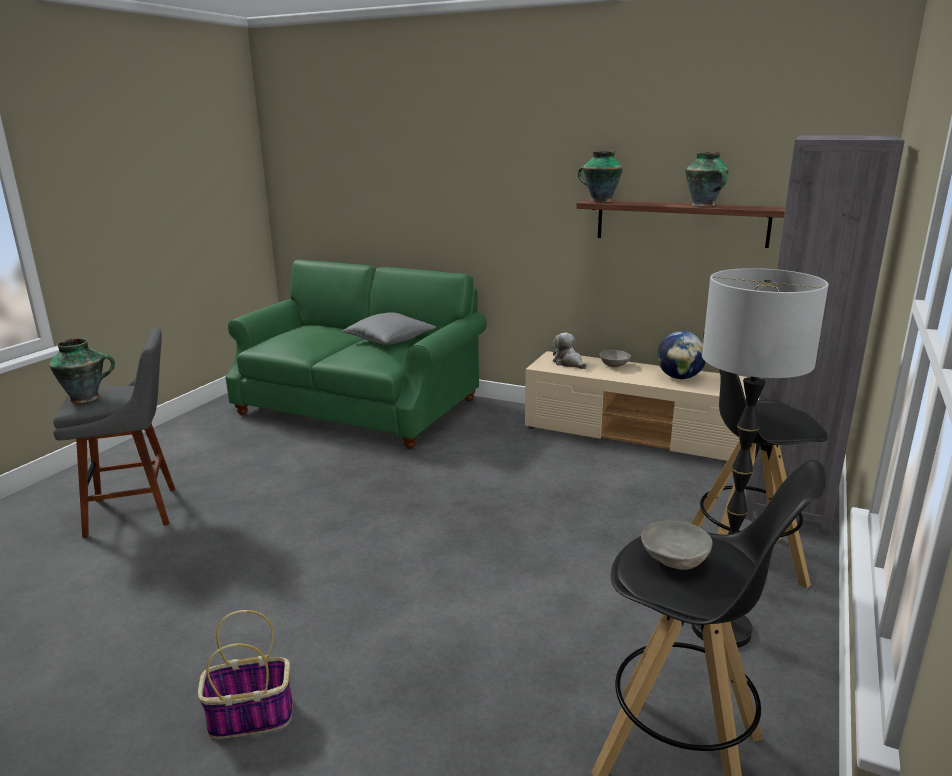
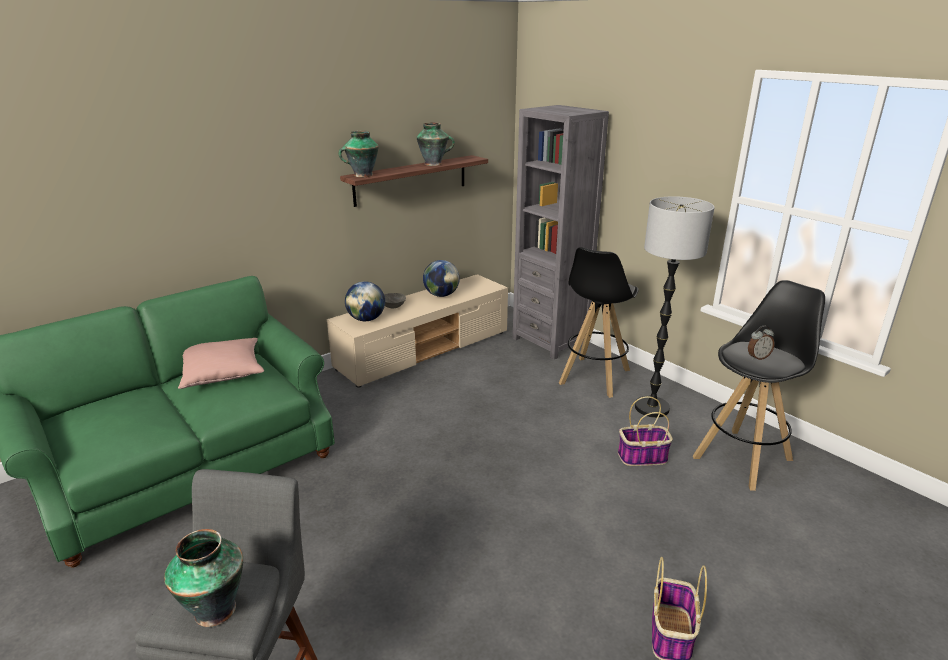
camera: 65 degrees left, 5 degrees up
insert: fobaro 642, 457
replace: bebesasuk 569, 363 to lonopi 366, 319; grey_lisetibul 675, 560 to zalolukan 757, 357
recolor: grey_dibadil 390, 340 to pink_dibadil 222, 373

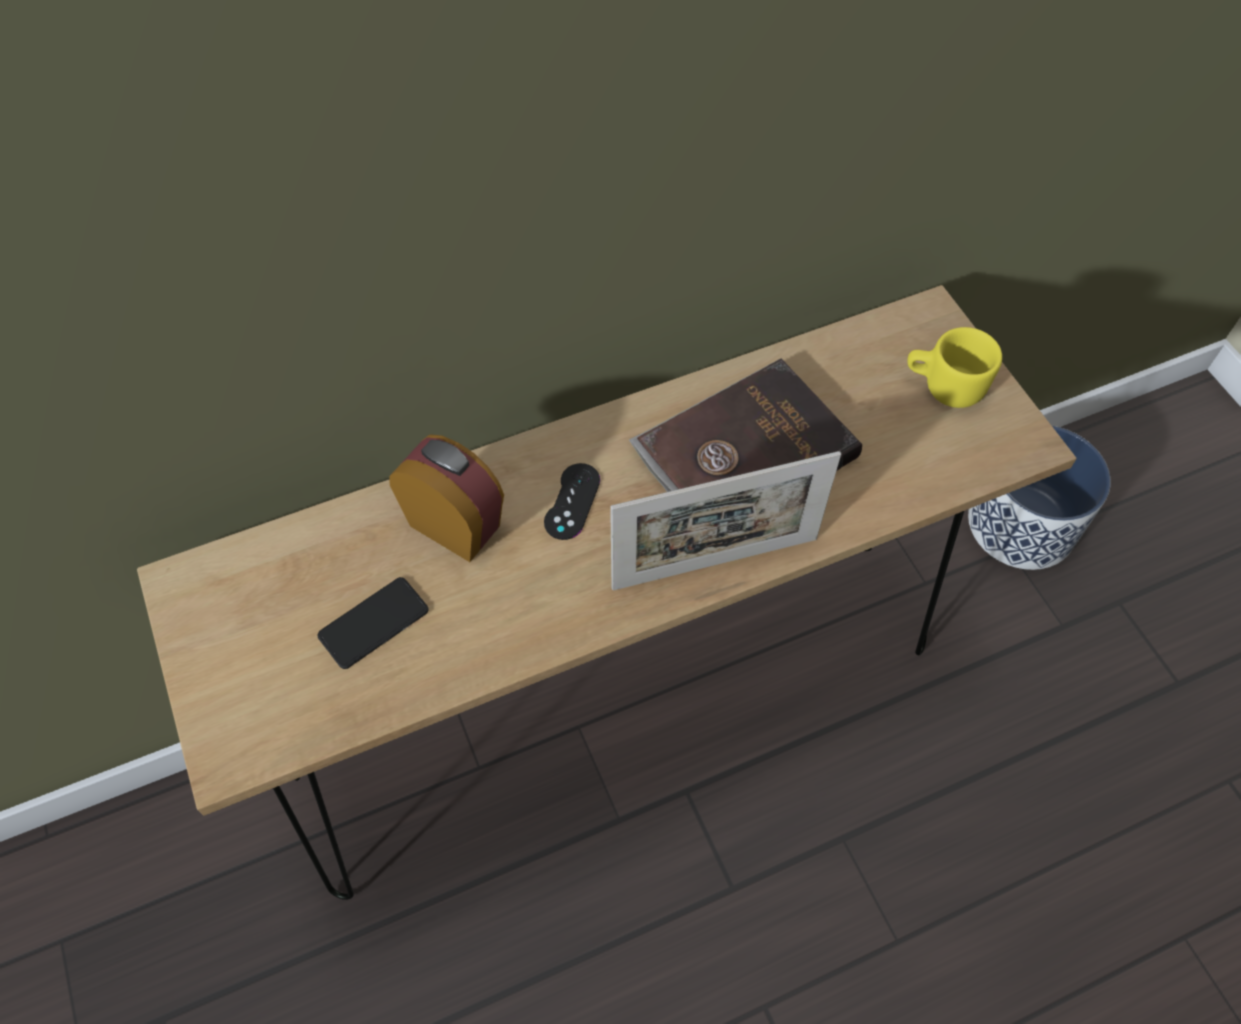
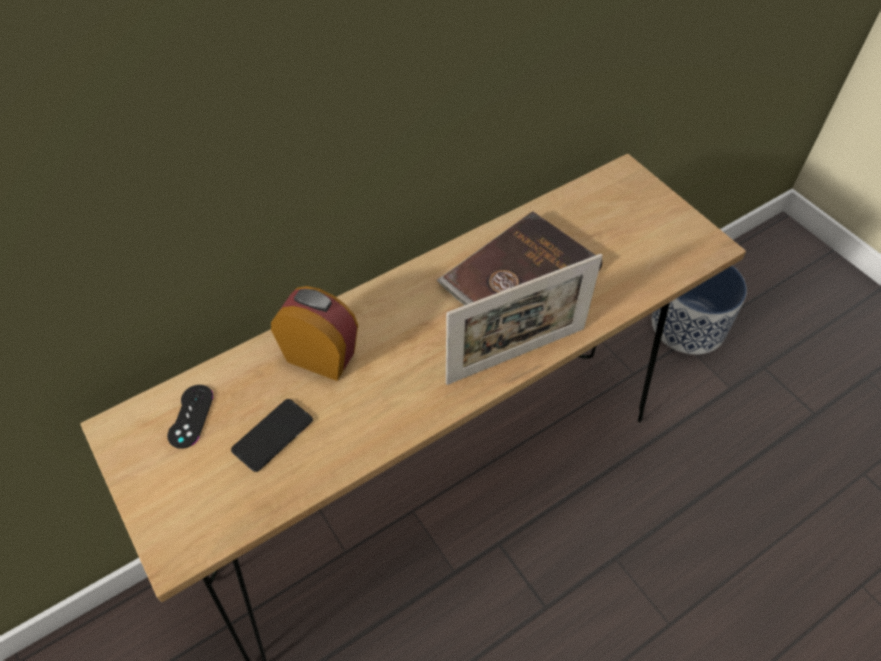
camera: 10 degrees left, 5 degrees down
delete: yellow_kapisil 943, 386
move: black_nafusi 572, 501 to 191, 416

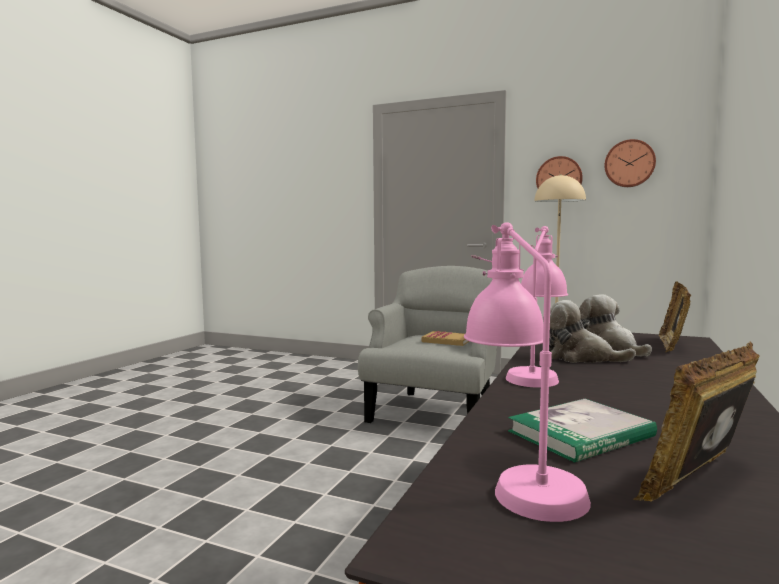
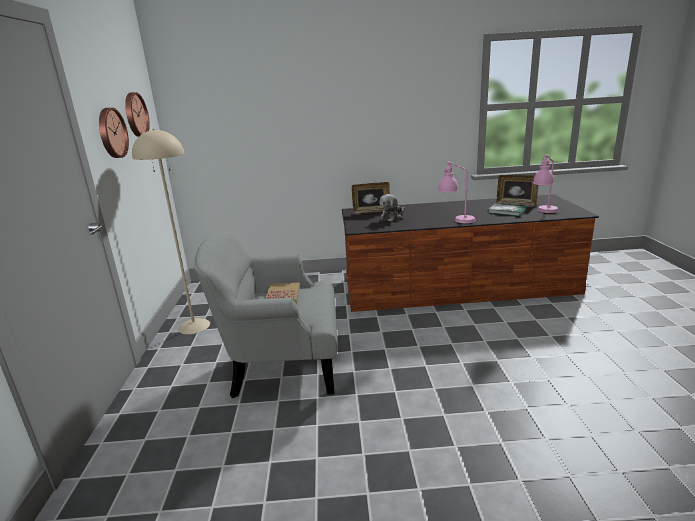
camera: 115 degrees left, 15 degrees up
delete: bebesasuk 580, 358

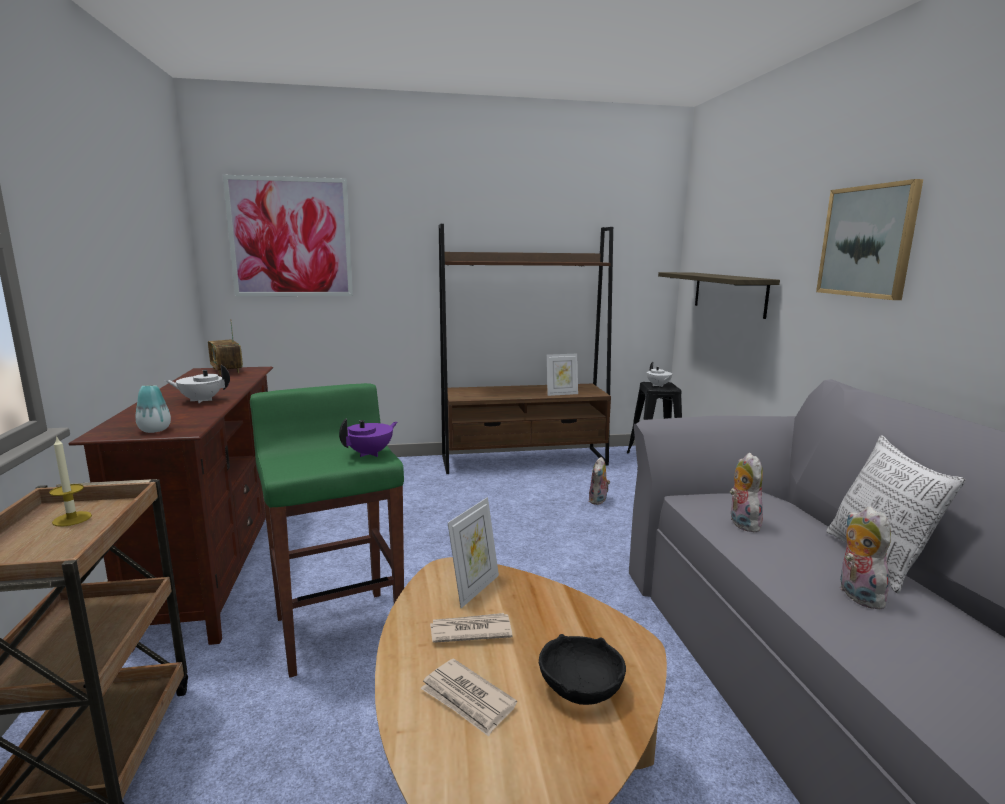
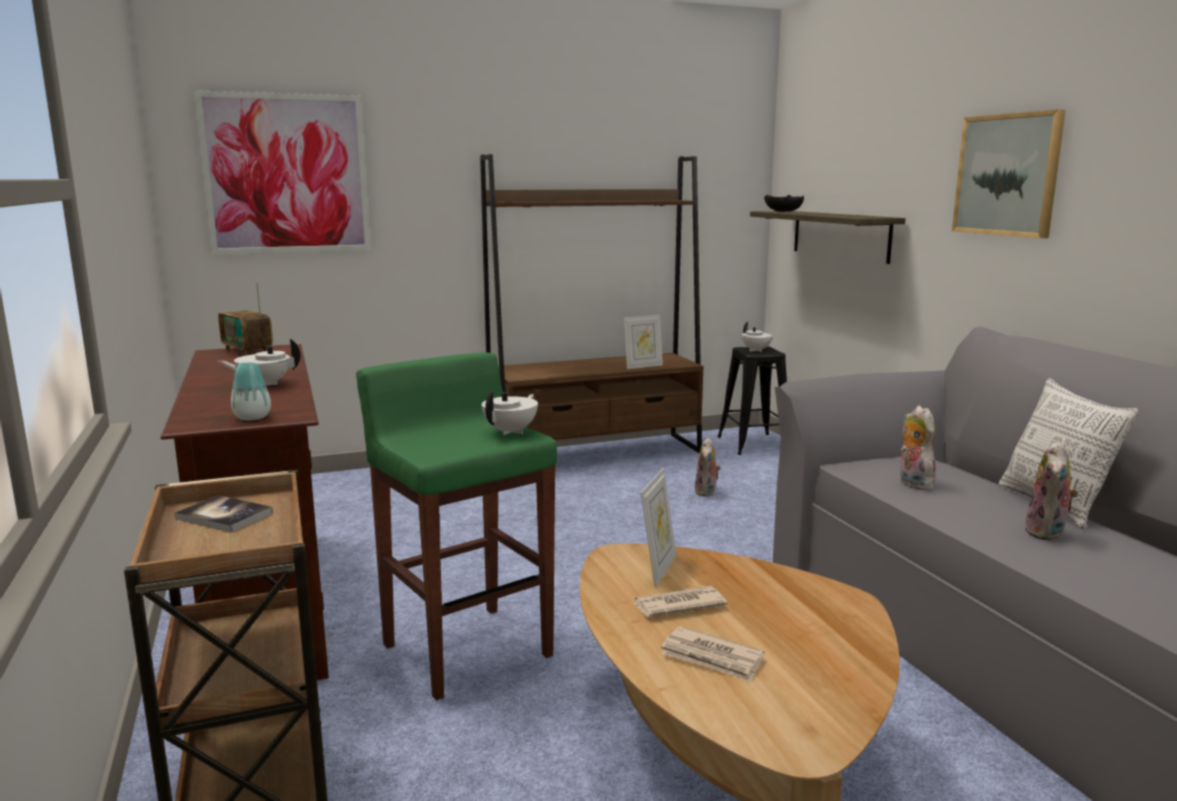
camera: 10 degrees left, 0 degrees up
move: black_lisetibul 581, 688 to 783, 211
replace: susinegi 72, 519 to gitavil 224, 516
recolor: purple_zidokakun 370, 453 to white_zidokakun 511, 431
rotate: bebesasuk 856, 595 = 1047, 533 135 degrees counterclockwise

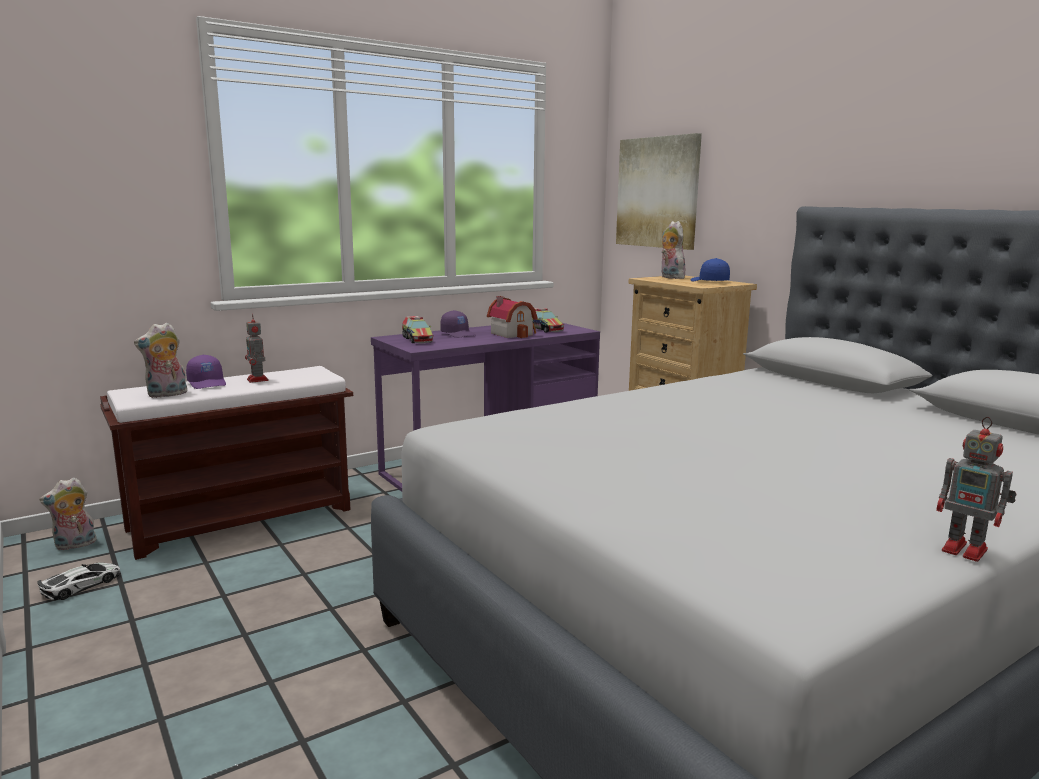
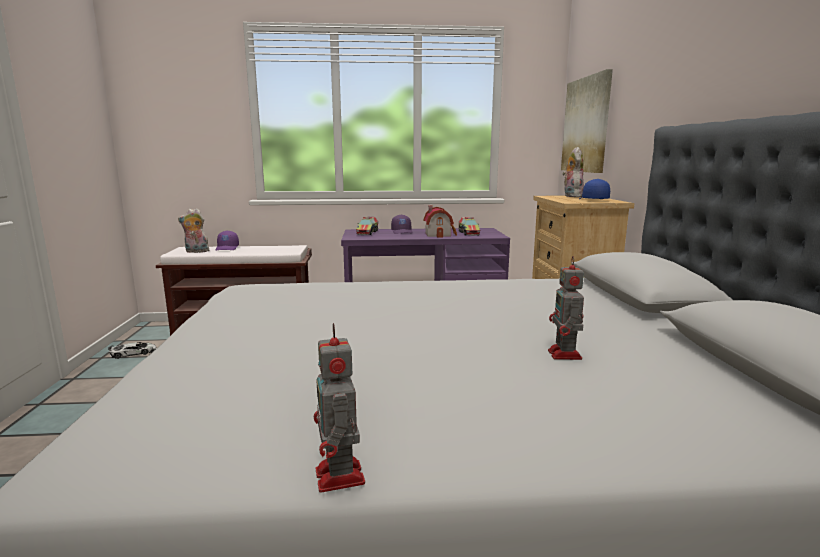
camera: 30 degrees right, 0 degrees up
delete: bebesasuk 74, 545
move: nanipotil 258, 380 to 565, 355

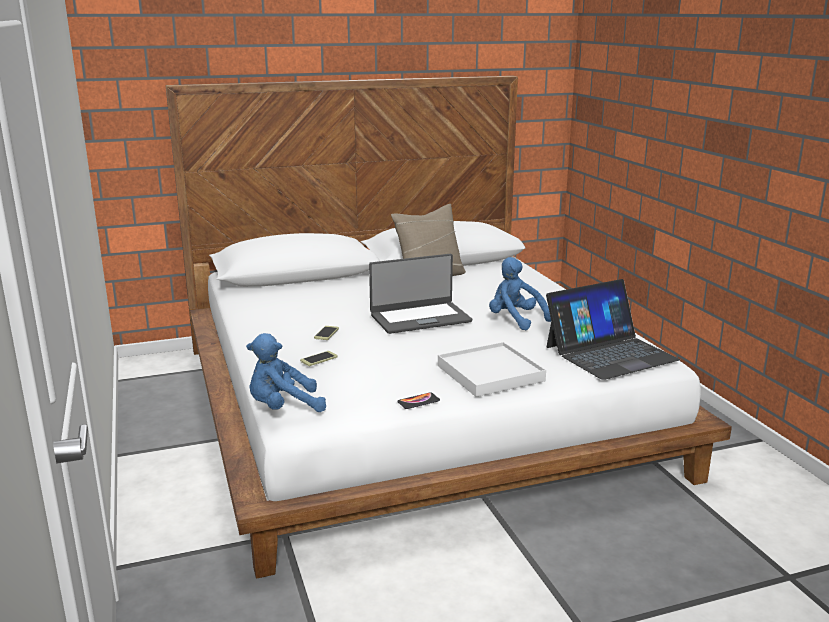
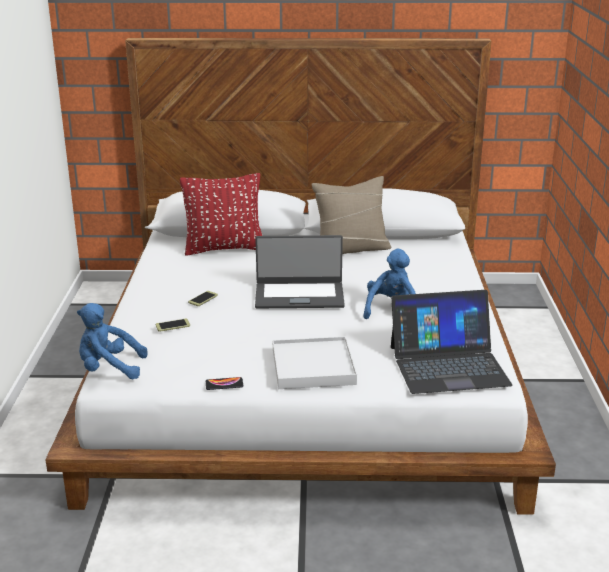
camera: 20 degrees right, 5 degrees up
insert: red_dibadil 224, 248
rotate: blue_bebesasuk 515, 320 = 391, 311 45 degrees clockwise

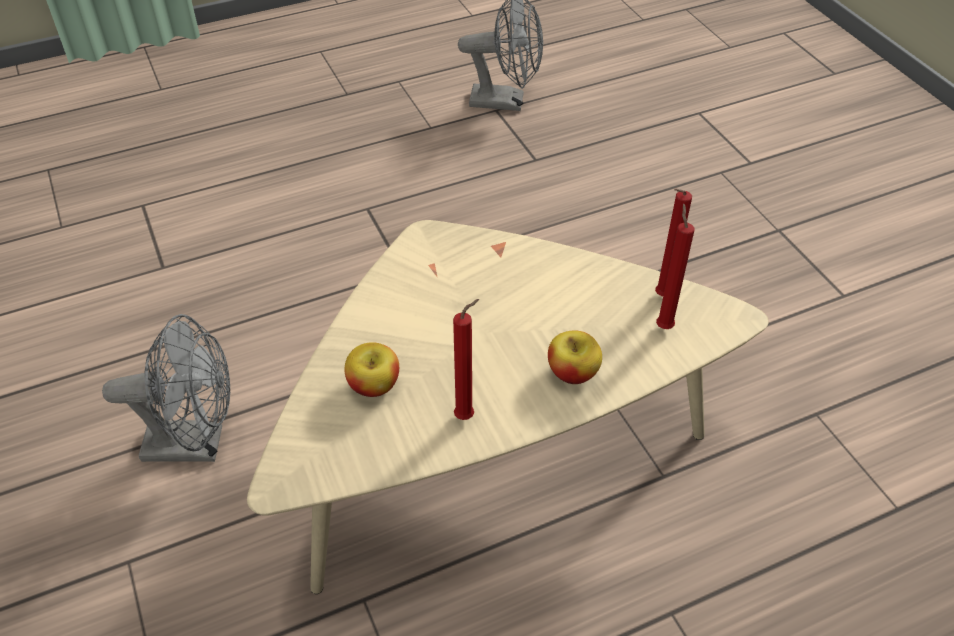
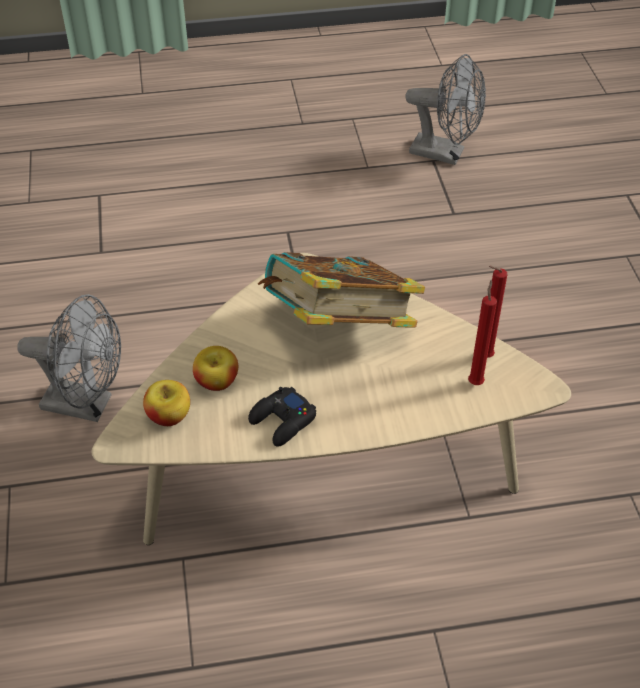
camera: 15 degrees right, 0 degrees up
insert: gitavil 338, 328
move: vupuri 572, 372 to 169, 416
replace: red_susinegi 467, 415 to black_nafusi 282, 421

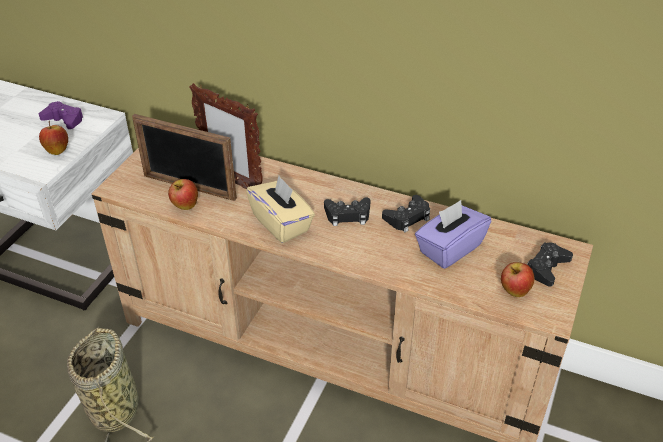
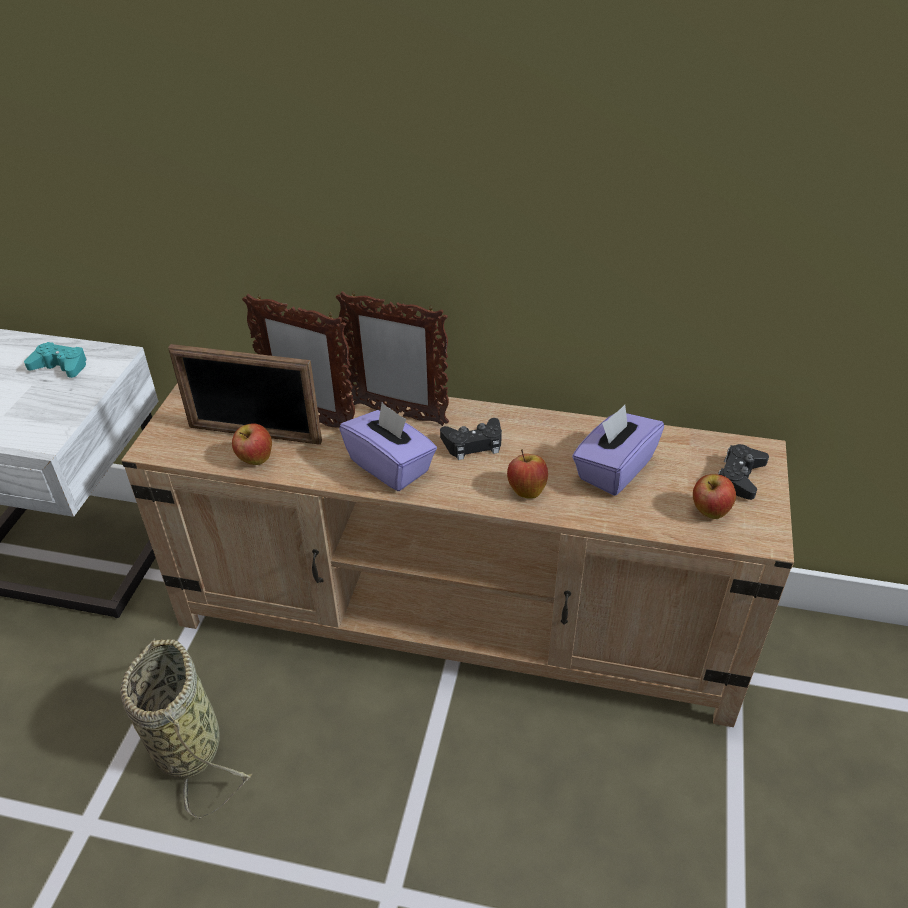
camera: 10 degrees left, 0 degrees up
delete: black_nafusi 407, 217
insert: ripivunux 398, 414
move: vupuri 57, 150 to 526, 490
recolor: purple_nafusi 64, 120 to turquoise_nafusi 60, 366; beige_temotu 281, 223 to purple_temotu 390, 466

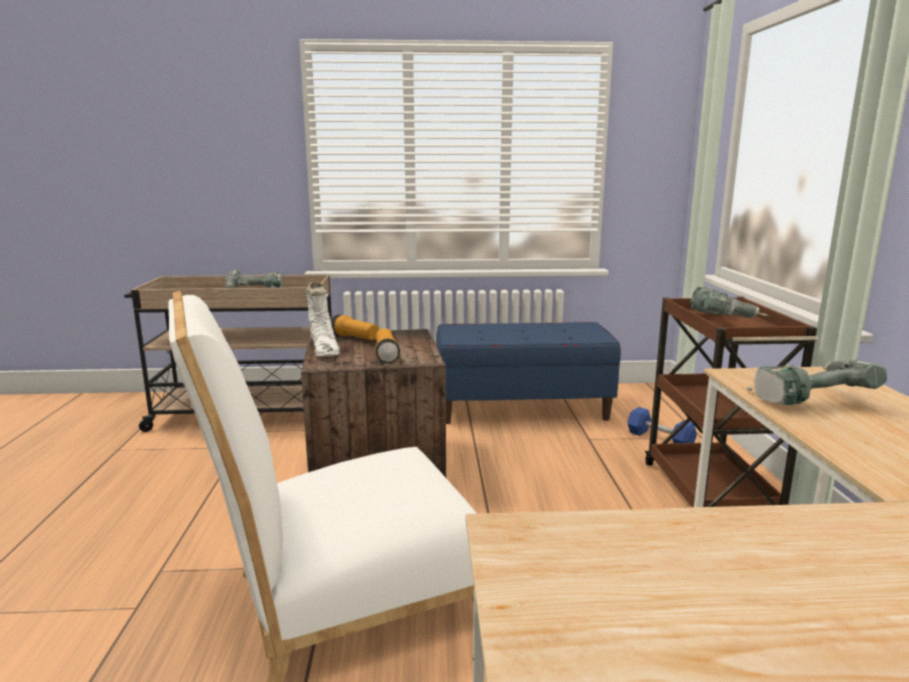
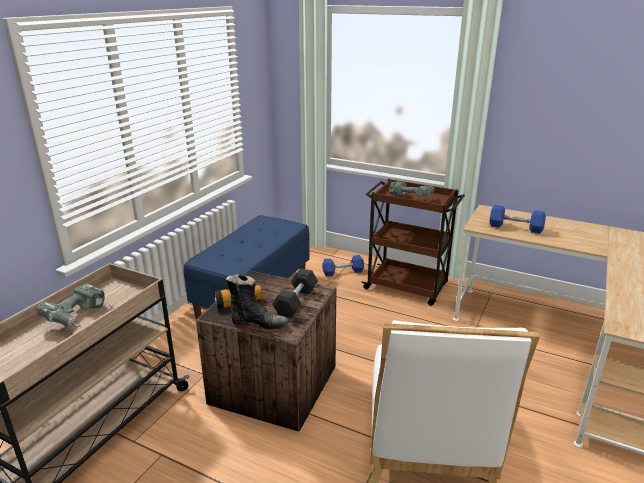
camera: 60 degrees left, 10 degrees up
replace: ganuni 386, 354 to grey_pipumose 296, 301; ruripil 808, 400 to blue_pipumose 515, 227
recolor: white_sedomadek 325, 351 to black_sedomadek 258, 323

